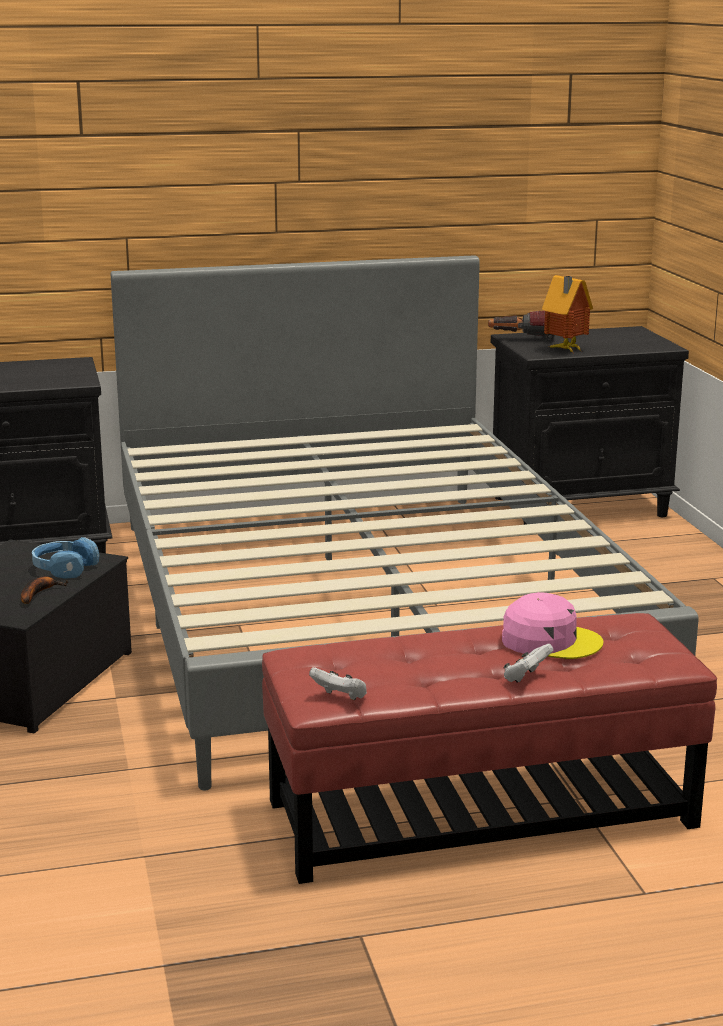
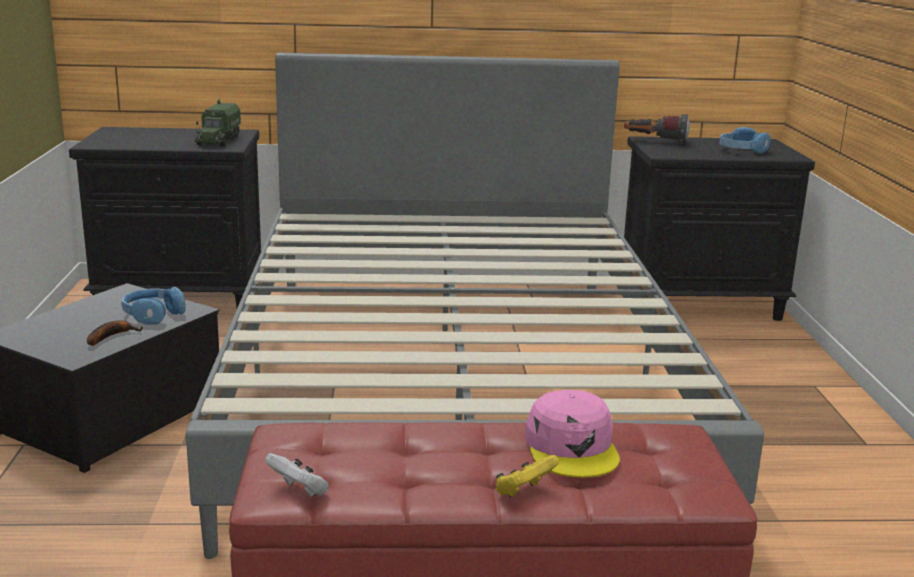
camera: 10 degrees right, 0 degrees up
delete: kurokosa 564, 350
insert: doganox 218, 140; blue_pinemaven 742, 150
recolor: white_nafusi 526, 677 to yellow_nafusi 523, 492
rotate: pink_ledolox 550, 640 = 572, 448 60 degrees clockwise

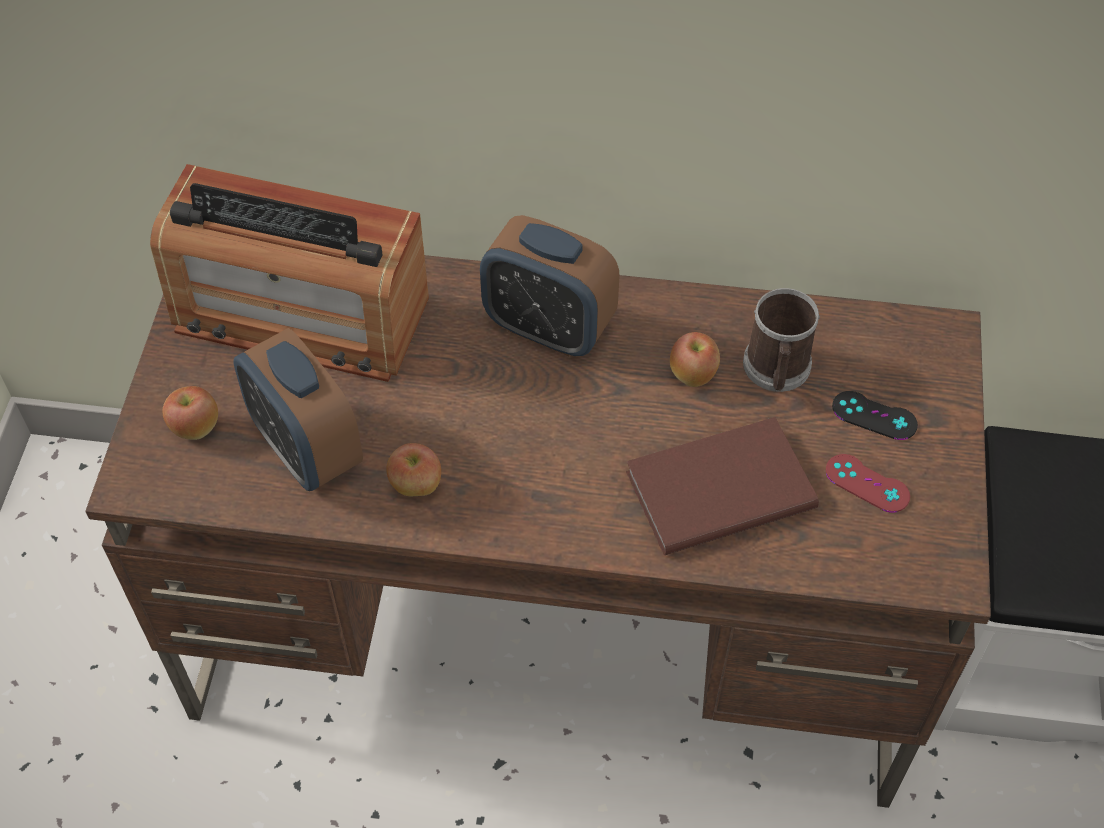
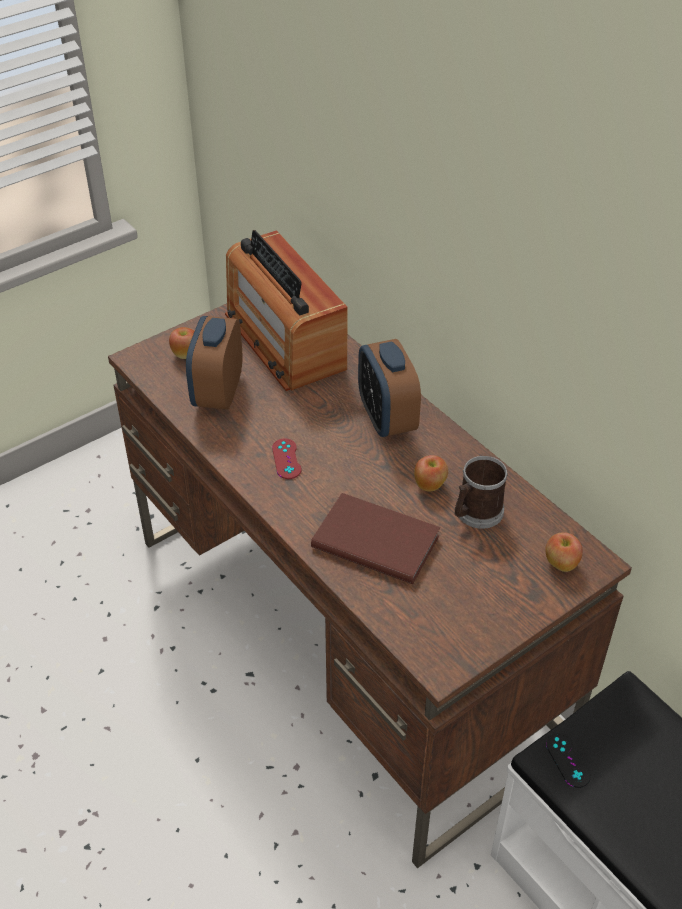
camera: 45 degrees right, 10 degrees down
move: red_nafusi 867, 483 to 286, 459; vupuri 416, 486 to 560, 564; black_nafusi 874, 416 to 567, 760

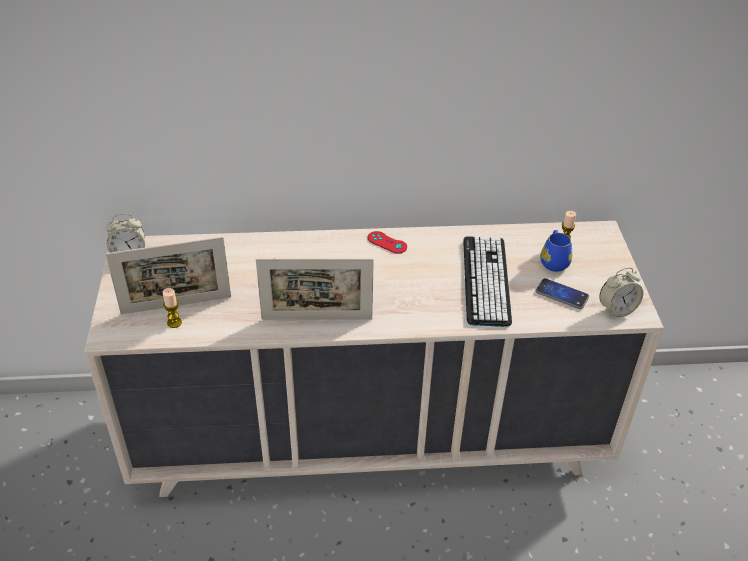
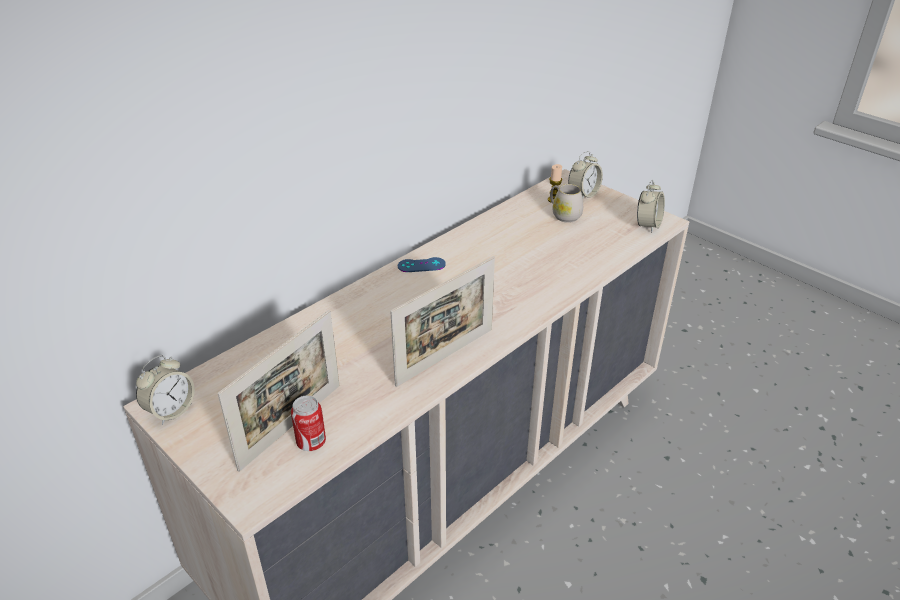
camera: 40 degrees left, 5 degrees down
delete: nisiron 486, 280; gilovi 562, 294
insert: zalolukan 583, 194
replace: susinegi 174, 322 to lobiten 311, 443
recolor: red_nafusi 387, 242 to blue_nafusi 421, 265; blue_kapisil 554, 261 to white_kapisil 563, 215

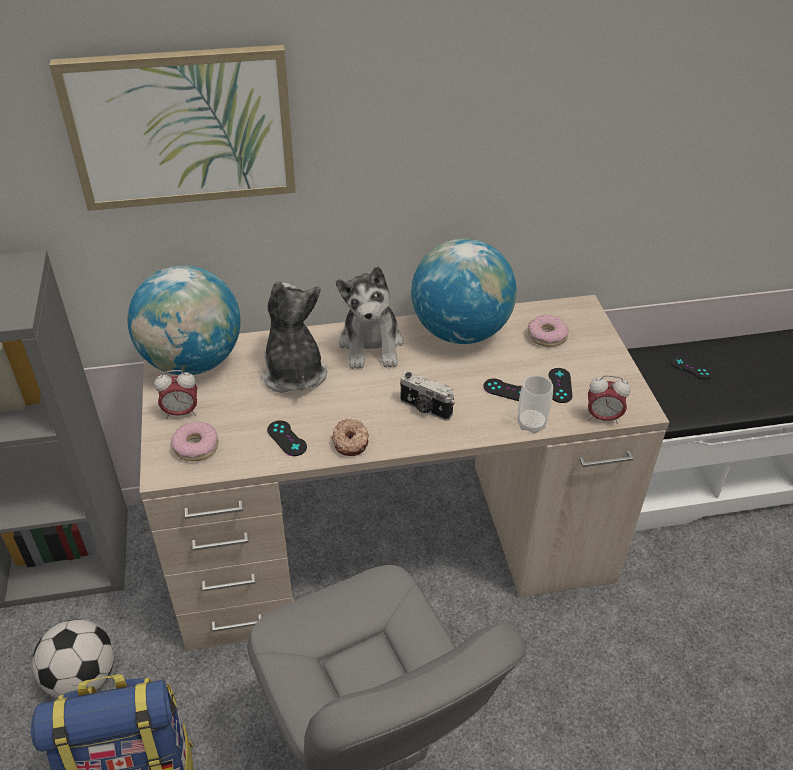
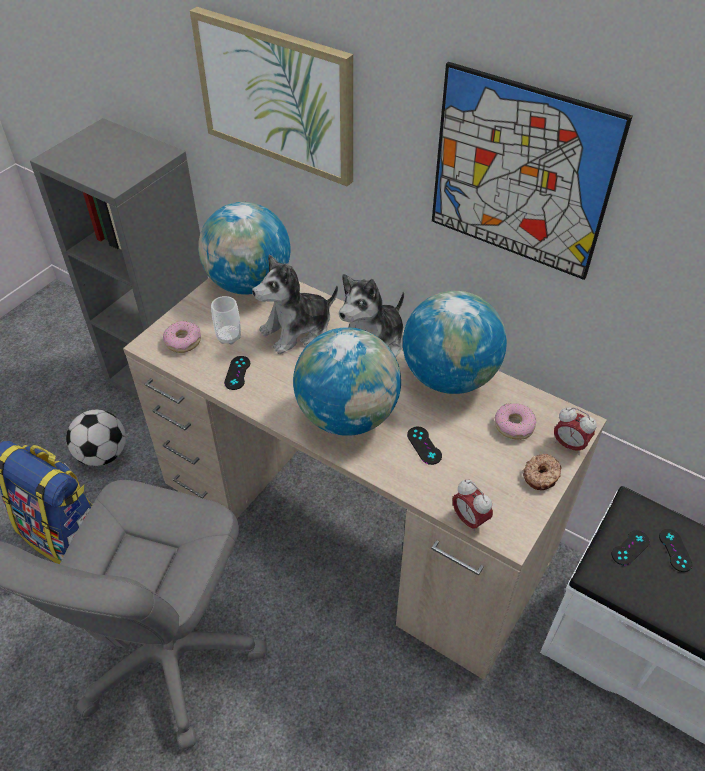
camera: 45 degrees right, 5 degrees up
insert: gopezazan 520, 174
move: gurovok 531, 424 to 229, 337; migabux 351, 442 to 541, 476; zalolukan 181, 412 to 569, 445; black_nafusi 560, 385 to 630, 548
replace: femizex 425, 409 to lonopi 347, 416
rotate: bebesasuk 293, 372 = 297, 331 150 degrees counterclockwise

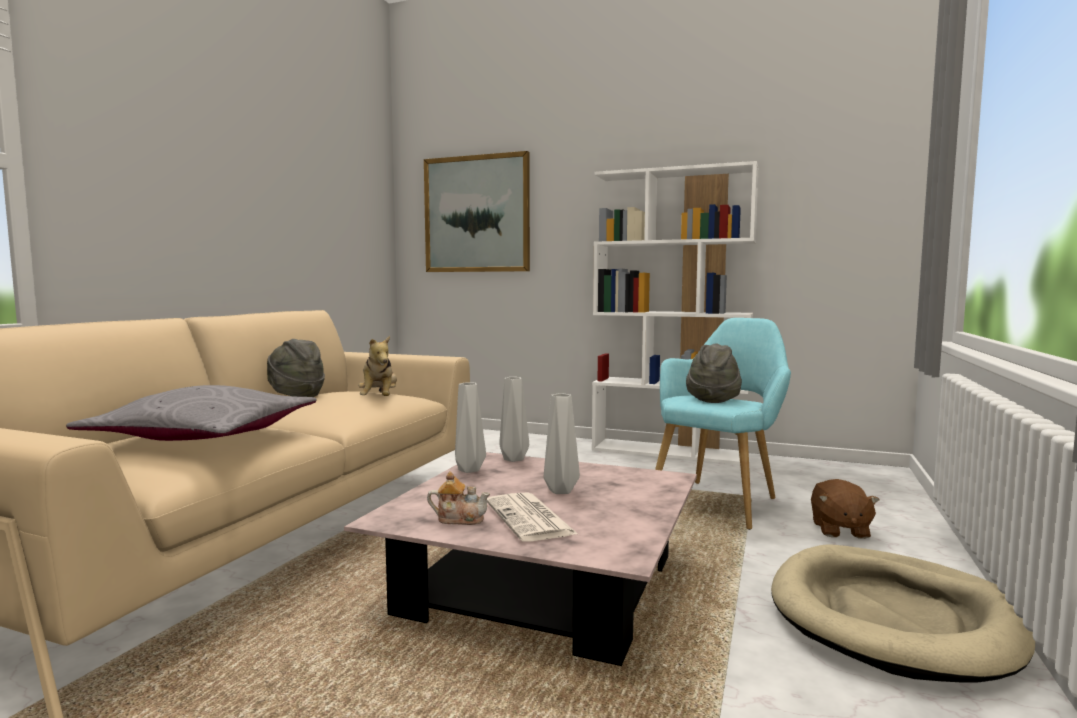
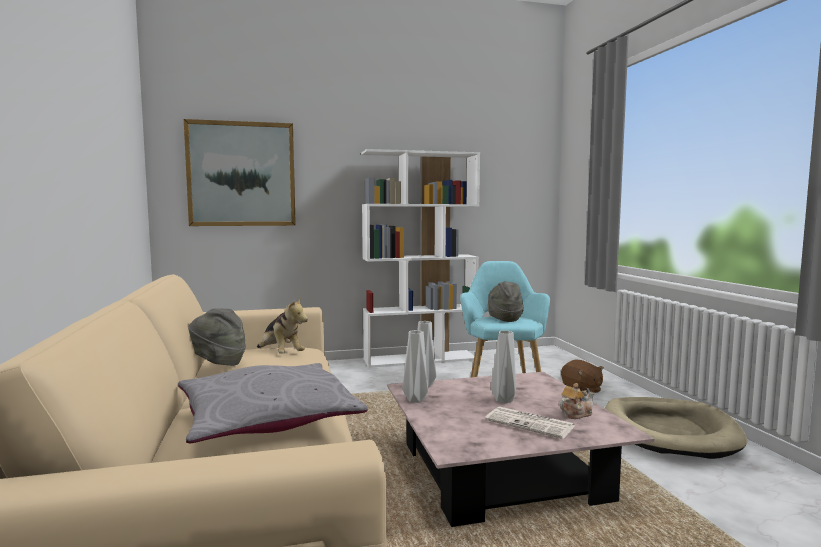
camera: 35 degrees left, 0 degrees up
move: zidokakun 459, 519 to 576, 414

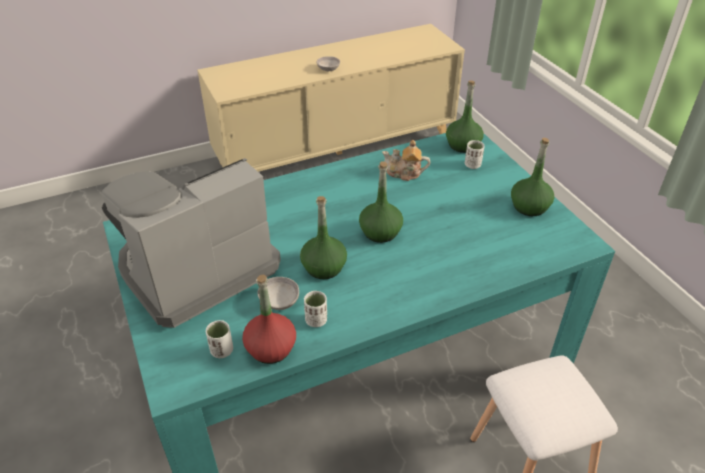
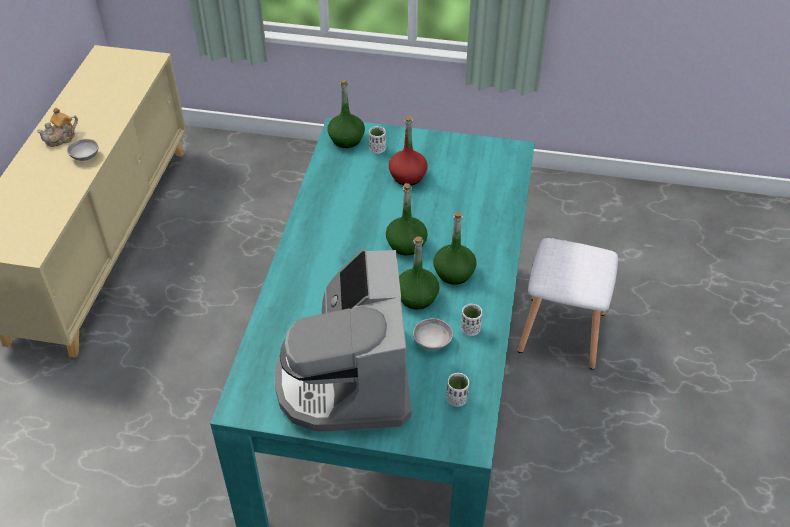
camera: 55 degrees left, 5 degrees up
move: zidokakun 404, 173 to 61, 138; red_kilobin 270, 348 to 408, 176; green_kilobin 529, 206 to 454, 273

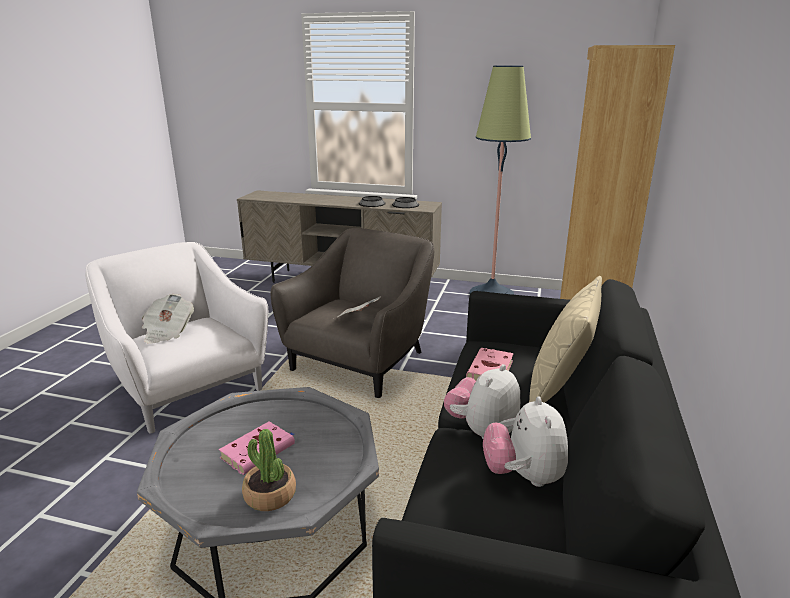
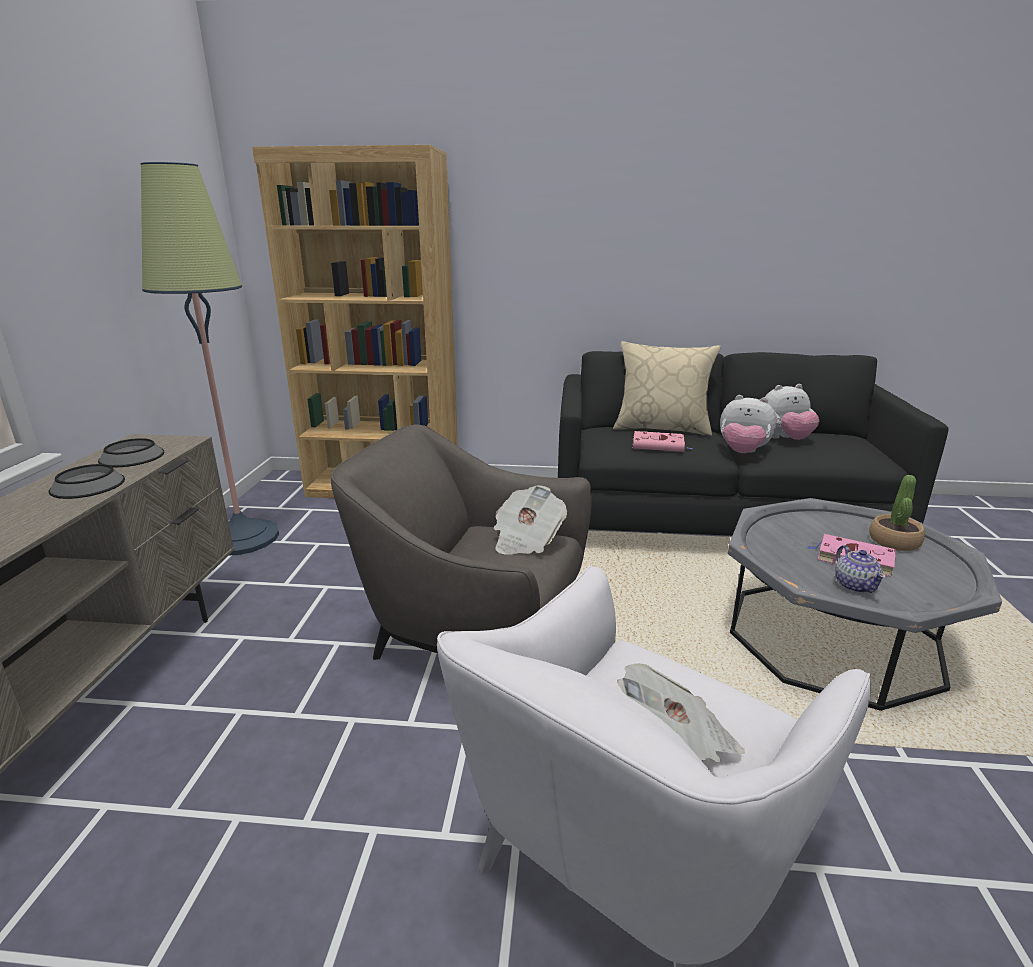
camera: 100 degrees left, 0 degrees up
insert: zidokakun 855, 585

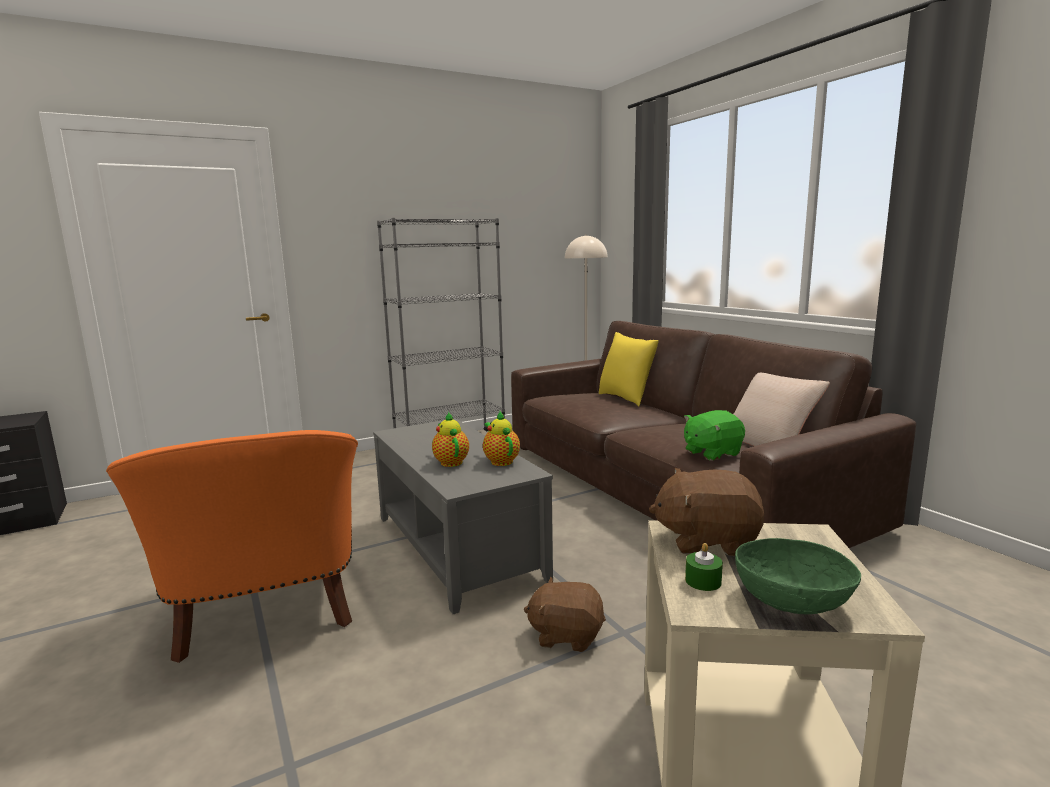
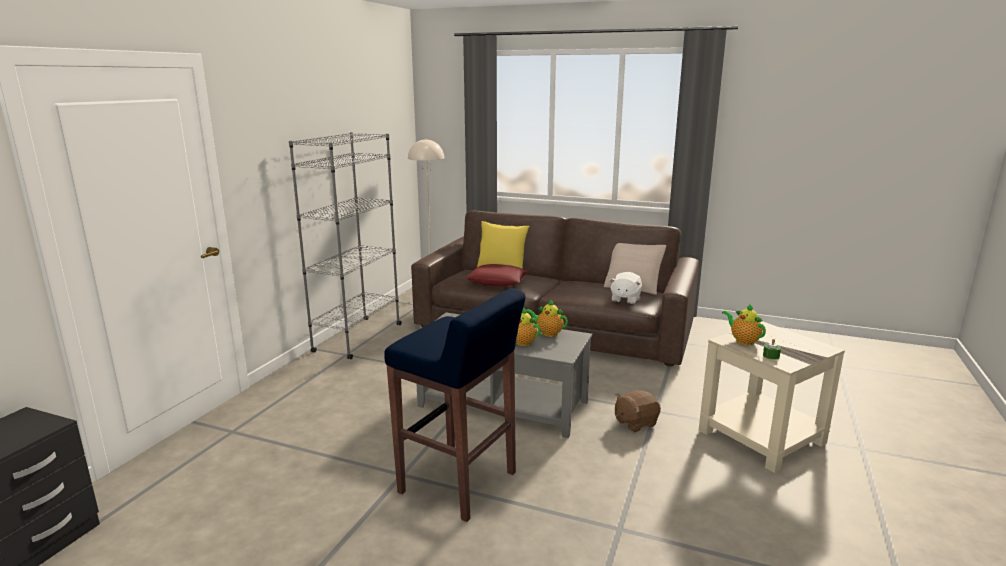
camera: 40 degrees left, 5 degrees up
delete: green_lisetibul 792, 600
insert: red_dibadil 497, 281
replace: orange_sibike 268, 609 to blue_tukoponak 459, 483; brown_bebesasuk 706, 540 to zidokakun 743, 341
recolor: green_bebesasuk 711, 453 to white_bebesasuk 625, 299

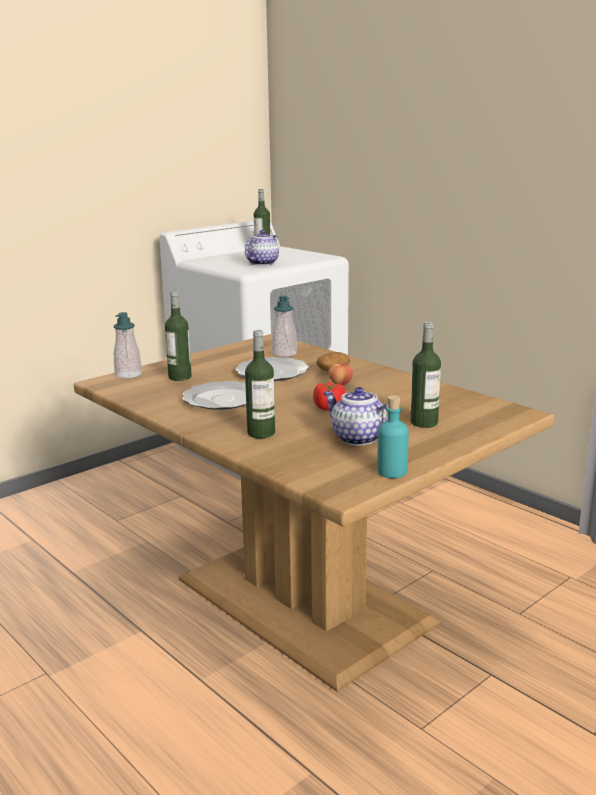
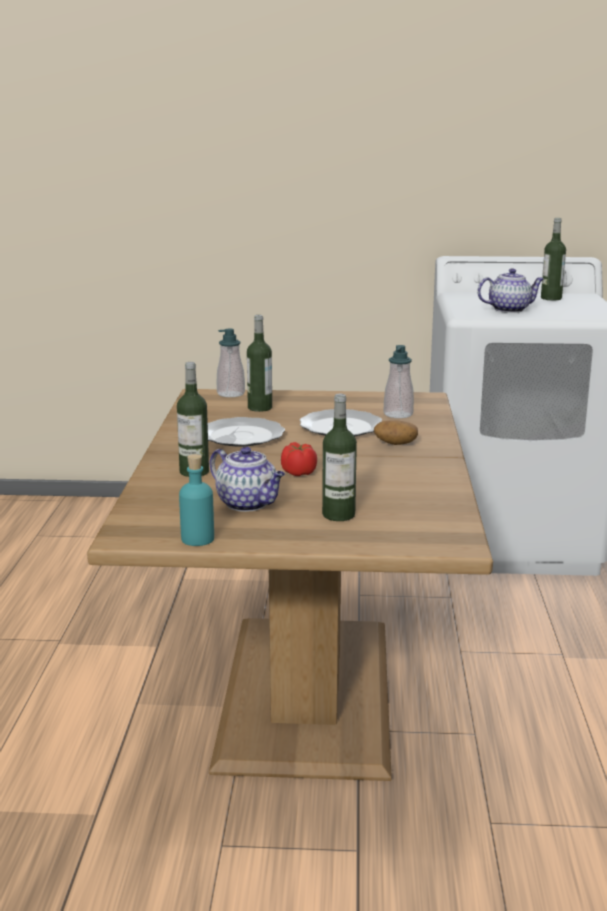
camera: 45 degrees right, 0 degrees up
delete: vupuri 340, 383
rotate: zidokakun 357, 438 = 248, 504 135 degrees clockwise

